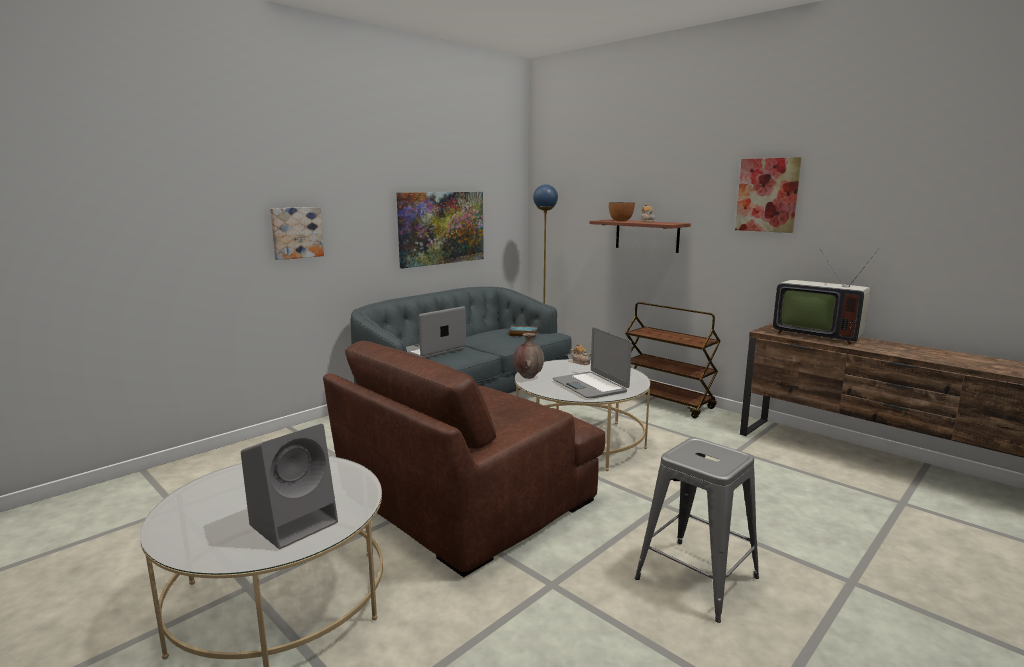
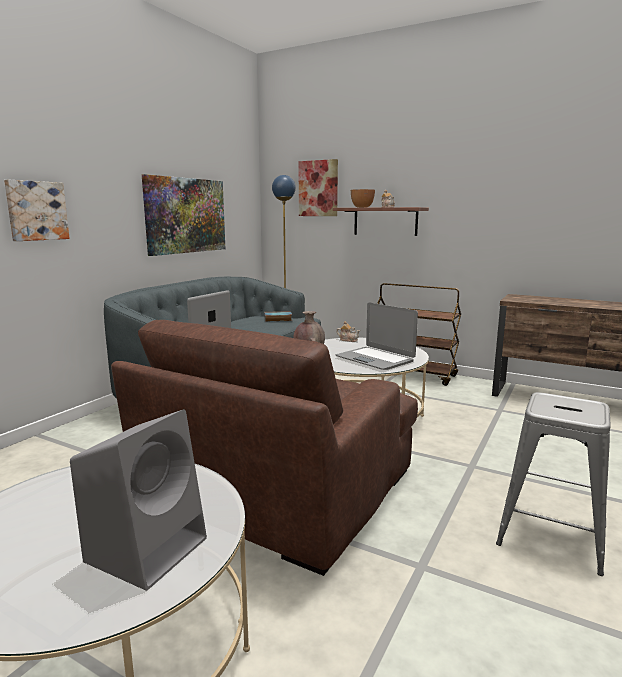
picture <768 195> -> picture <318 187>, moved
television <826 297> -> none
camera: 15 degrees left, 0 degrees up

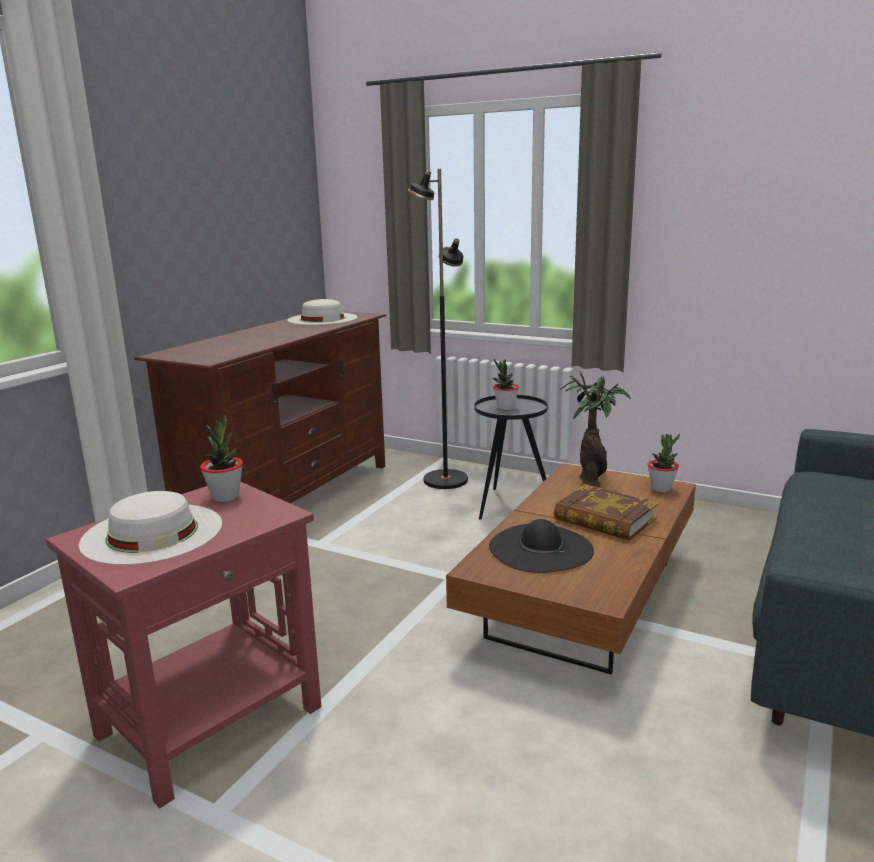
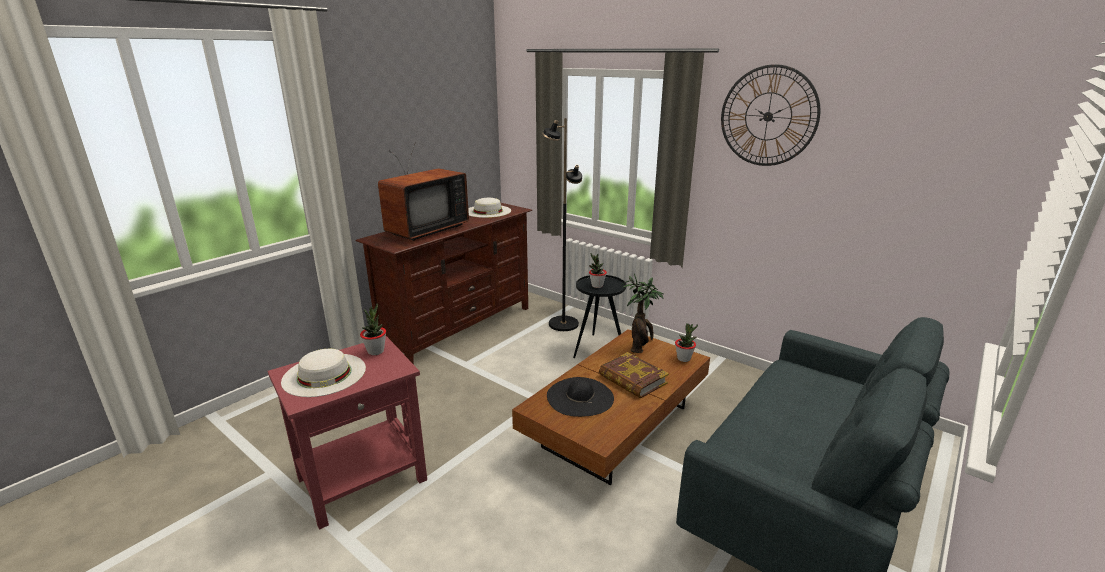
none -> wall clock <770 115>
none -> television <423 191>
camera: 10 degrees right, 5 degrees up

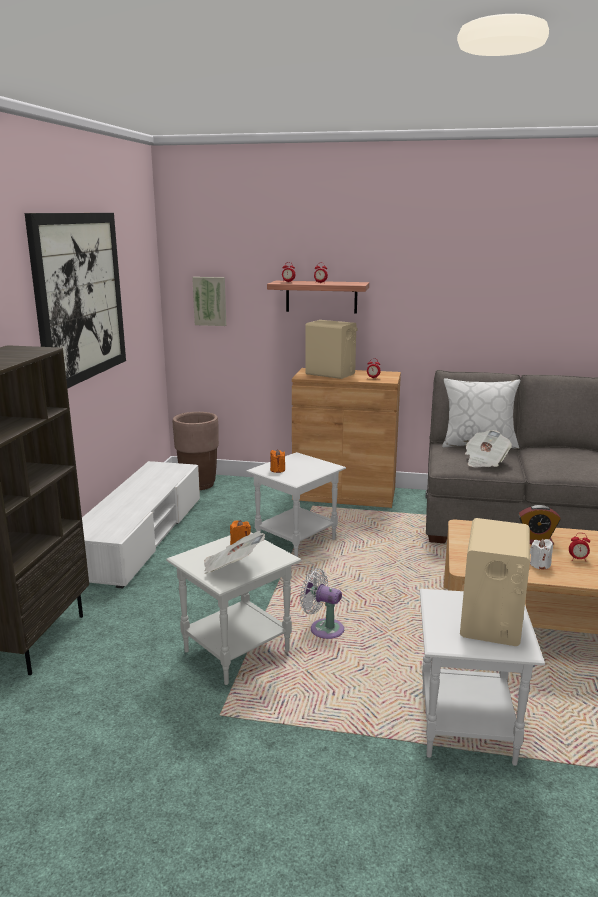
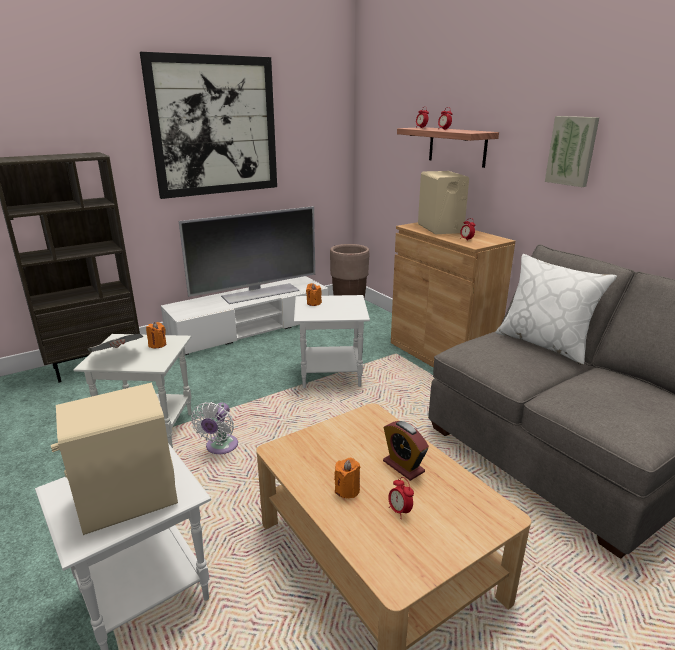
picture <209 301> -> picture <572 151>, moved
newspaper <488 448> -> none
white candle <541 554> -> orange candle <347 478>
white fan <322 604> -> white fan <214 428>, 150 degrees counterclockwise
none -> television <247 255>
camera: 45 degrees right, 5 degrees up

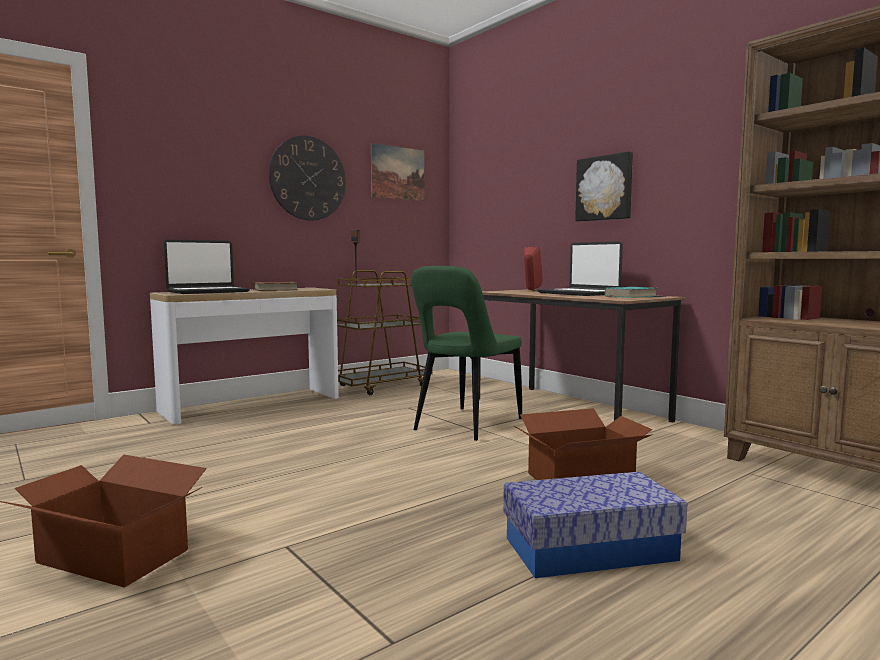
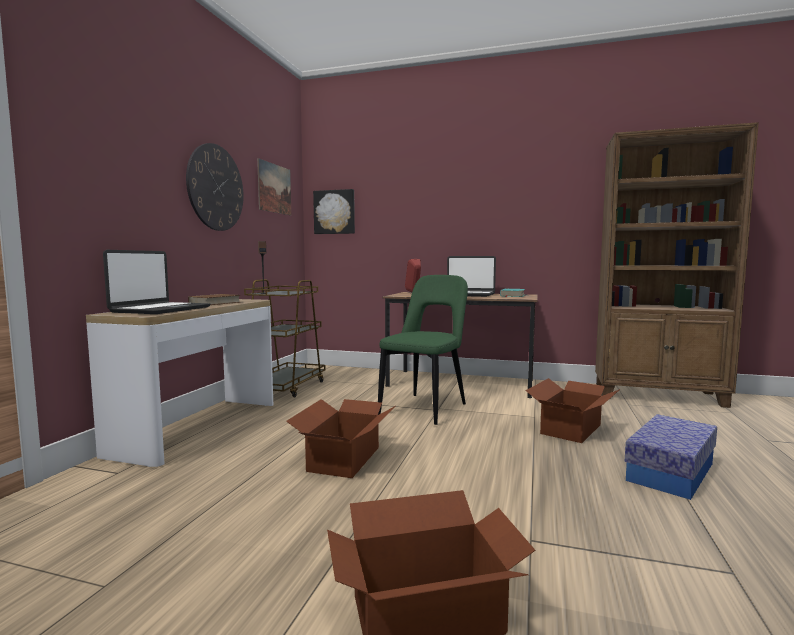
picture <604 186> -> picture <334 211>, moved
green chair <466 353> -> green chair <423 350>, 150 degrees counterclockwise
none -> cardboard box <341 438>
camera: 35 degrees left, 0 degrees up

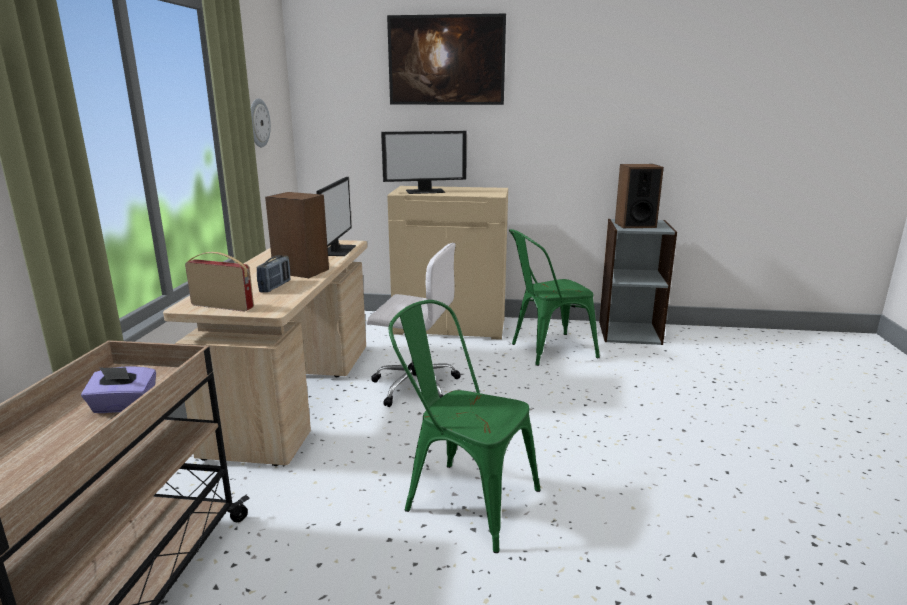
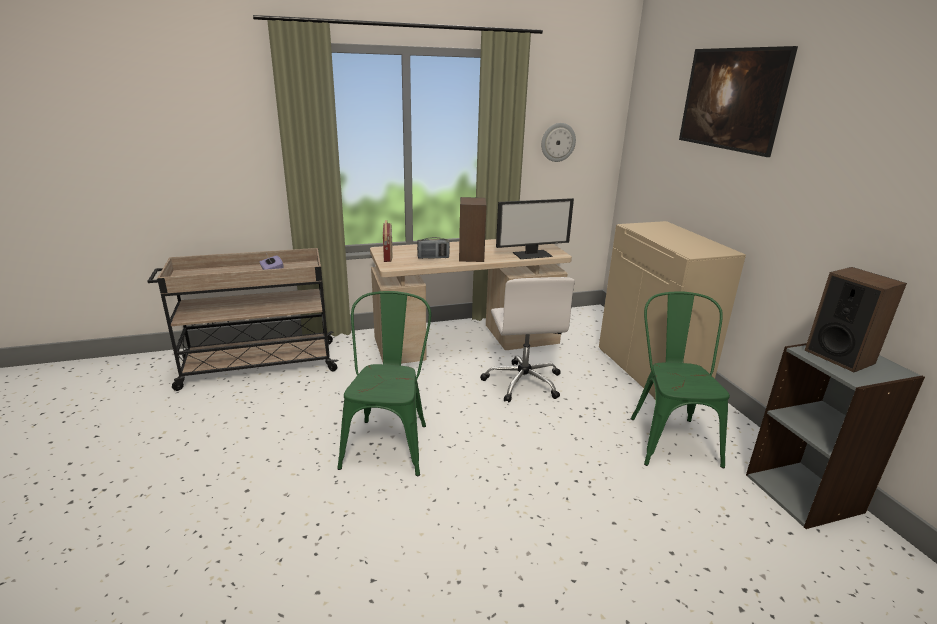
monitor <424 162> -> none
green chair <554 297> -> green chair <680 379>, 45 degrees clockwise
camera: 65 degrees right, 5 degrees up

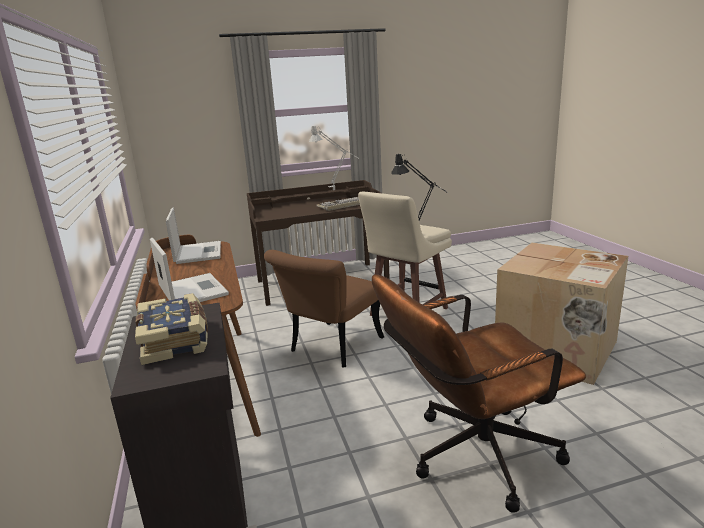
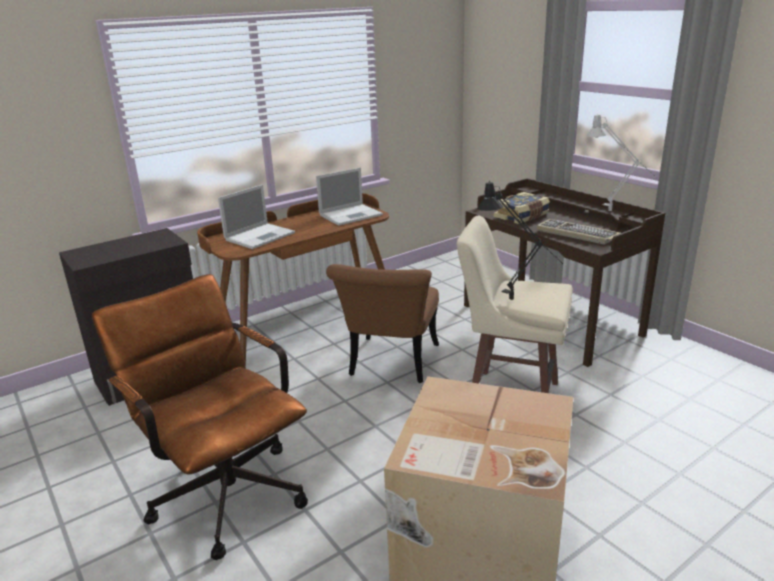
brown chair <324 309> -> brown chair <382 323>, 90 degrees counterclockwise
book <171 329> -> book <522 208>, moved
camera: 70 degrees right, 5 degrees up

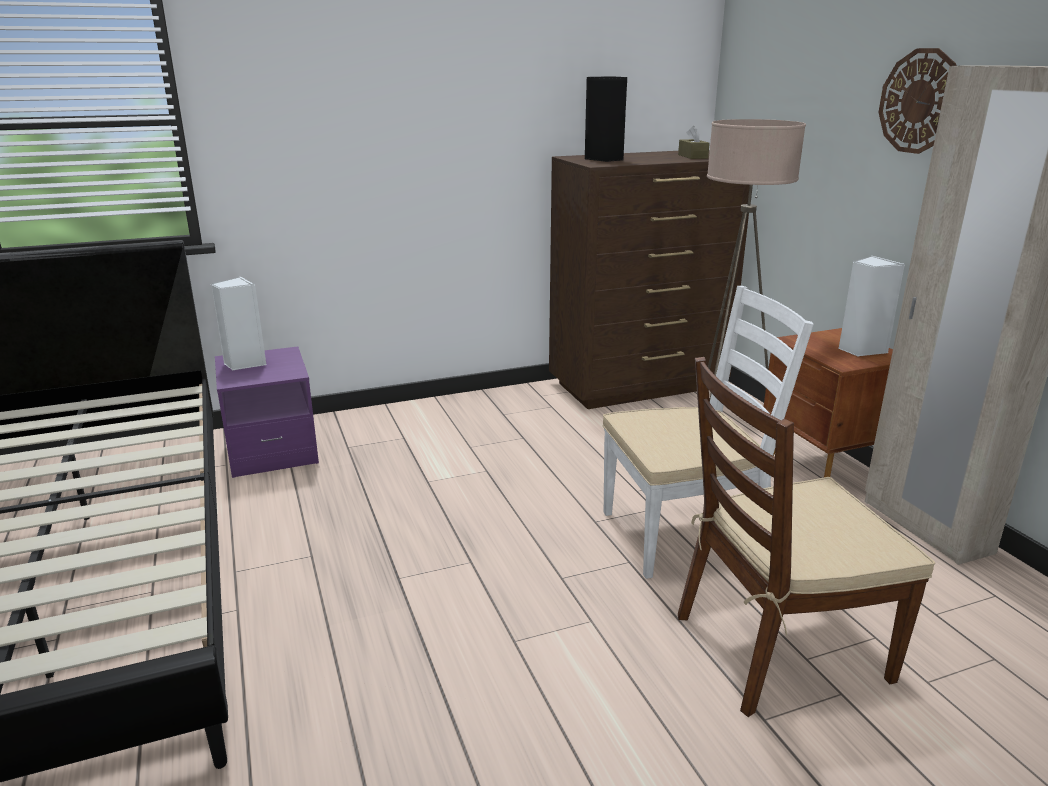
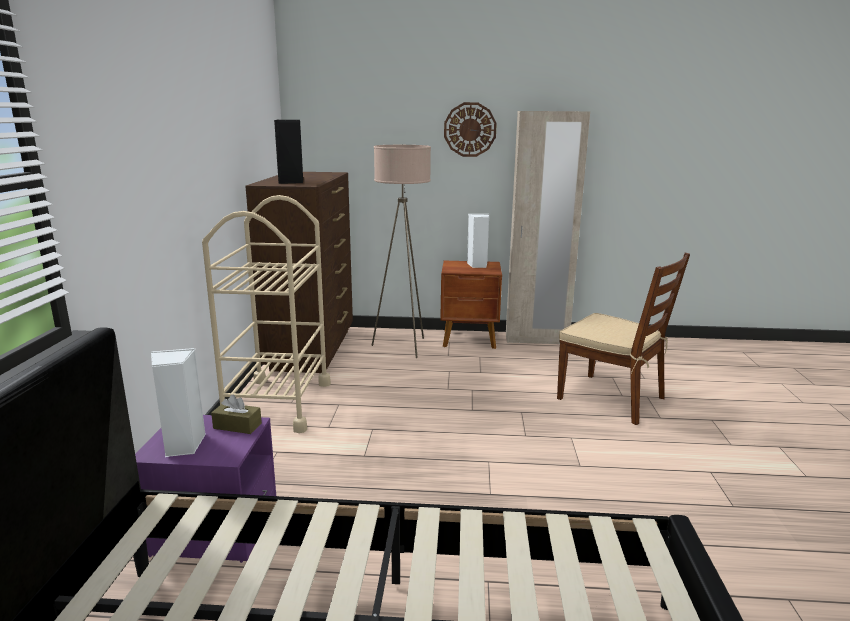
brown tissue box <694 142> -> brown tissue box <236 414>, moved
white chair <708 432> -> none
brown chair <806 537> -> brown chair <623 339>, 60 degrees counterclockwise
none -> beige cart <266 314>
camera: 65 degrees left, 5 degrees down

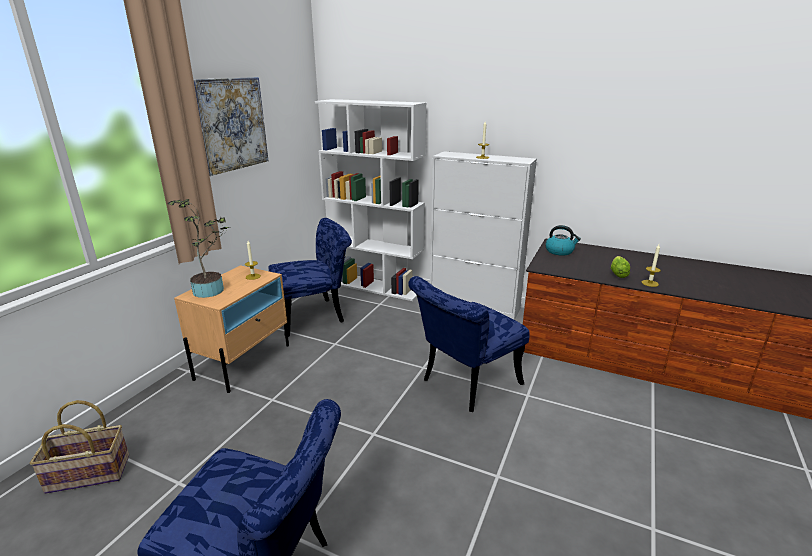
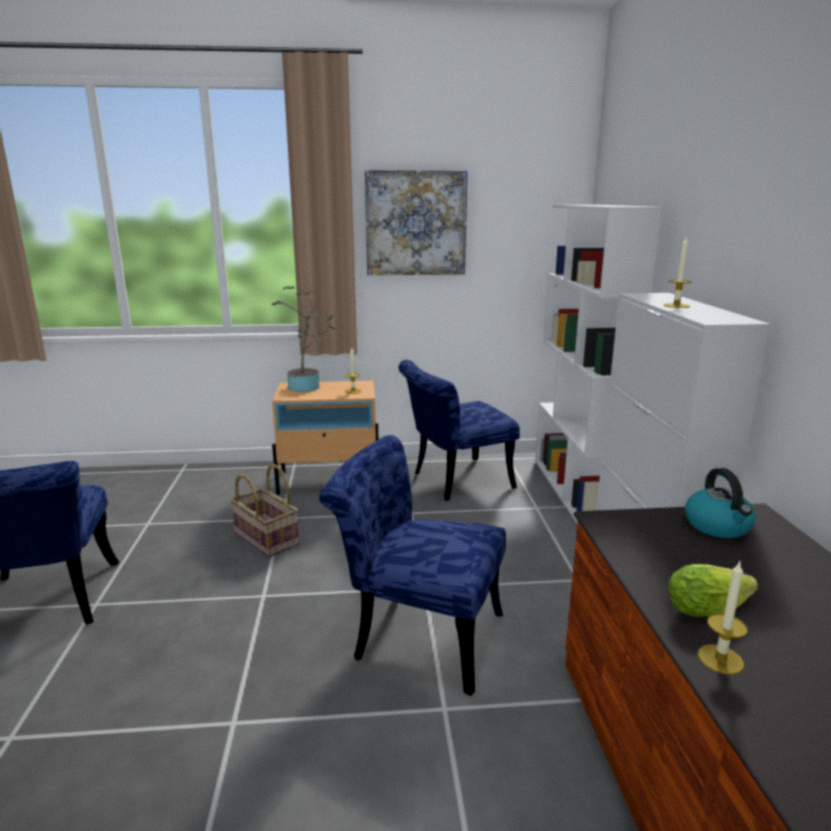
blue chair <310 277> -> blue chair <459 430>, 120 degrees clockwise
basket <79 447> -> basket <264 511>, moved
camera: 60 degrees right, 5 degrees down

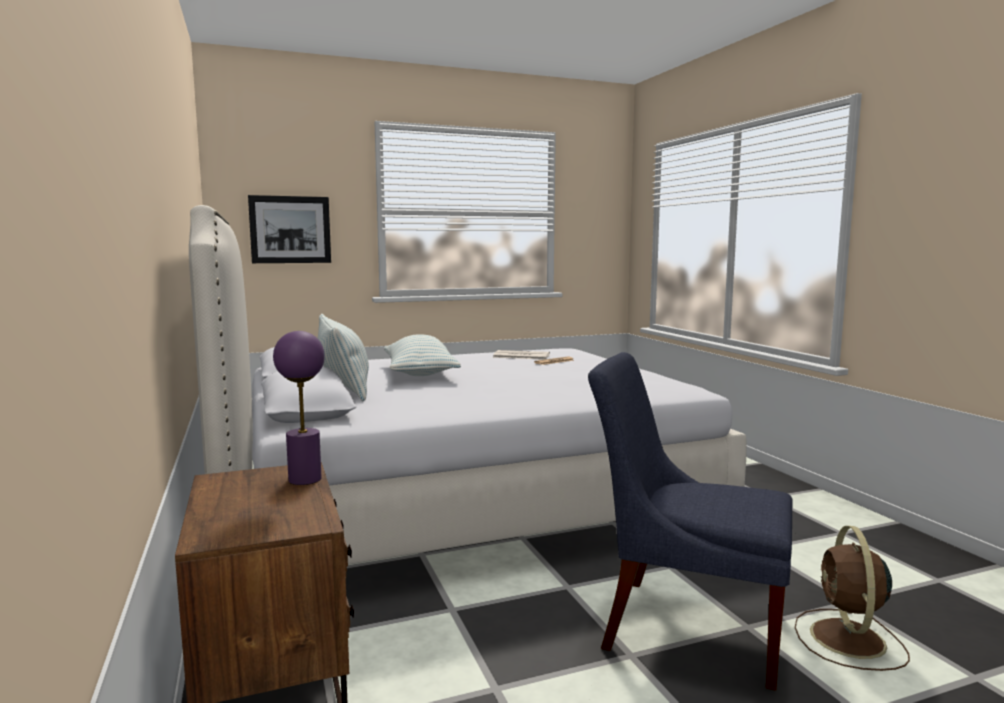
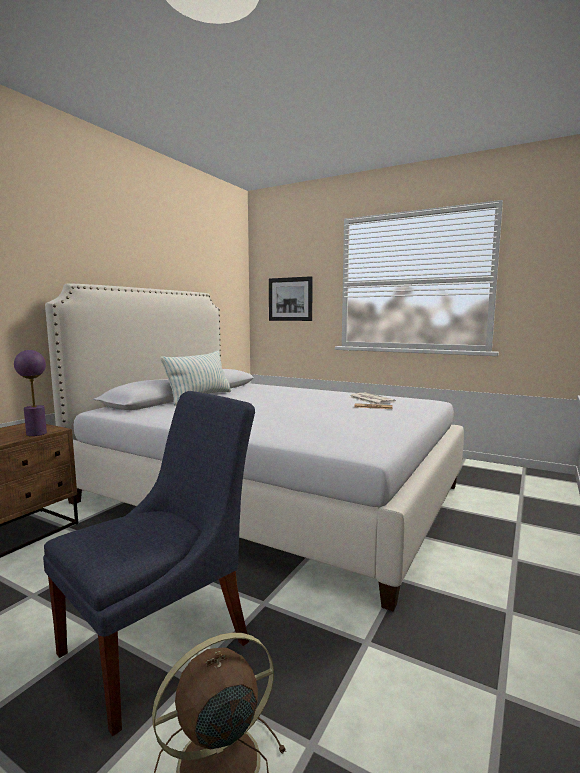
pillow <422 355> -> none
blue chair <690 521> -> blue chair <149 563>, 60 degrees clockwise
camera: 50 degrees right, 0 degrees up

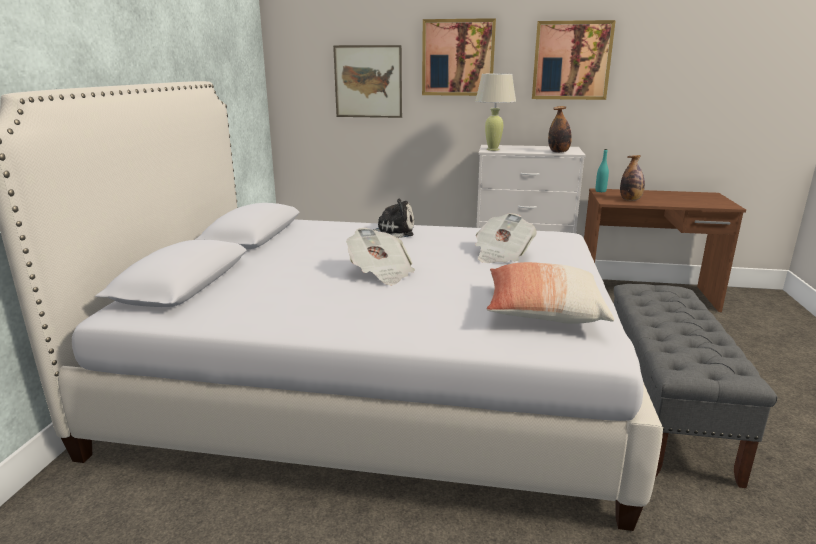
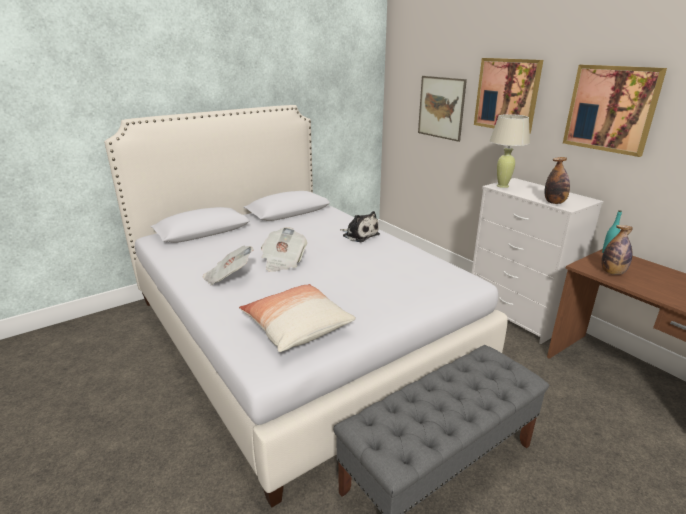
newspaper <506 238> -> newspaper <227 265>, moved
camera: 45 degrees right, 5 degrees up

